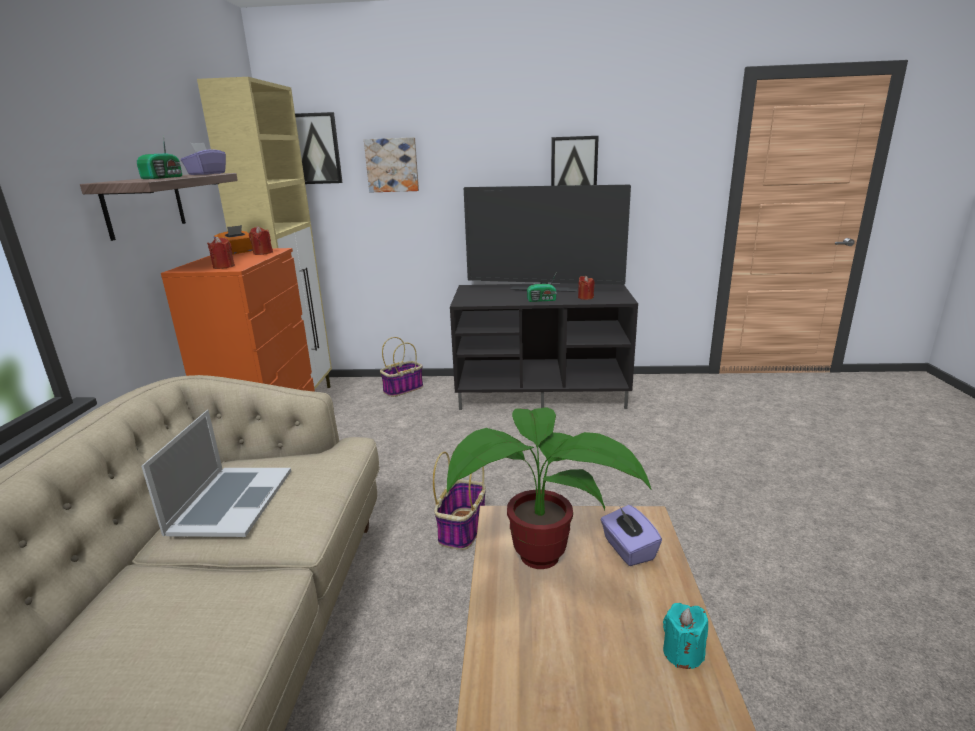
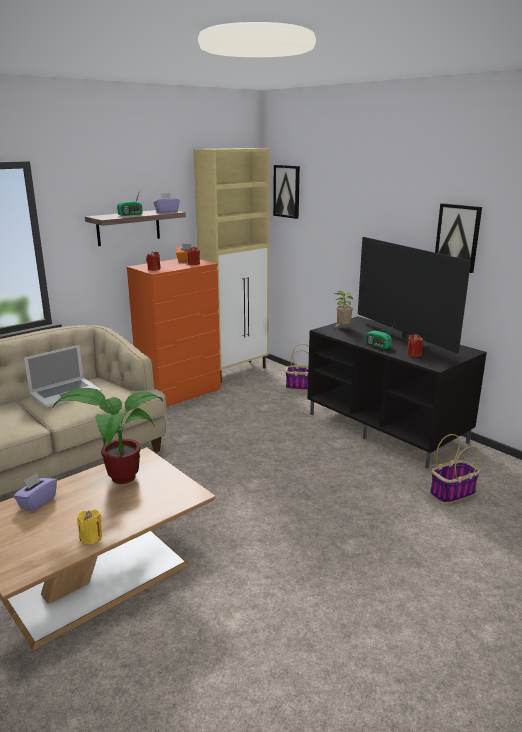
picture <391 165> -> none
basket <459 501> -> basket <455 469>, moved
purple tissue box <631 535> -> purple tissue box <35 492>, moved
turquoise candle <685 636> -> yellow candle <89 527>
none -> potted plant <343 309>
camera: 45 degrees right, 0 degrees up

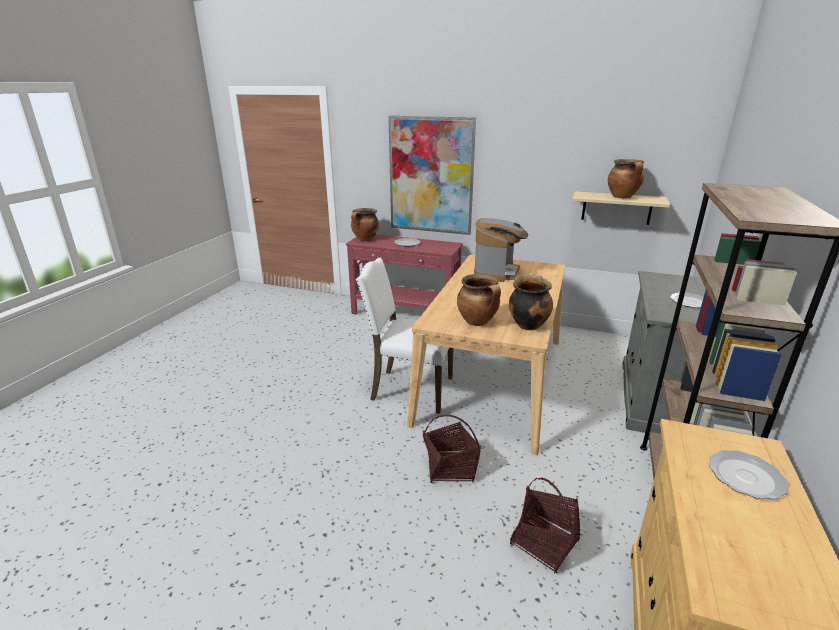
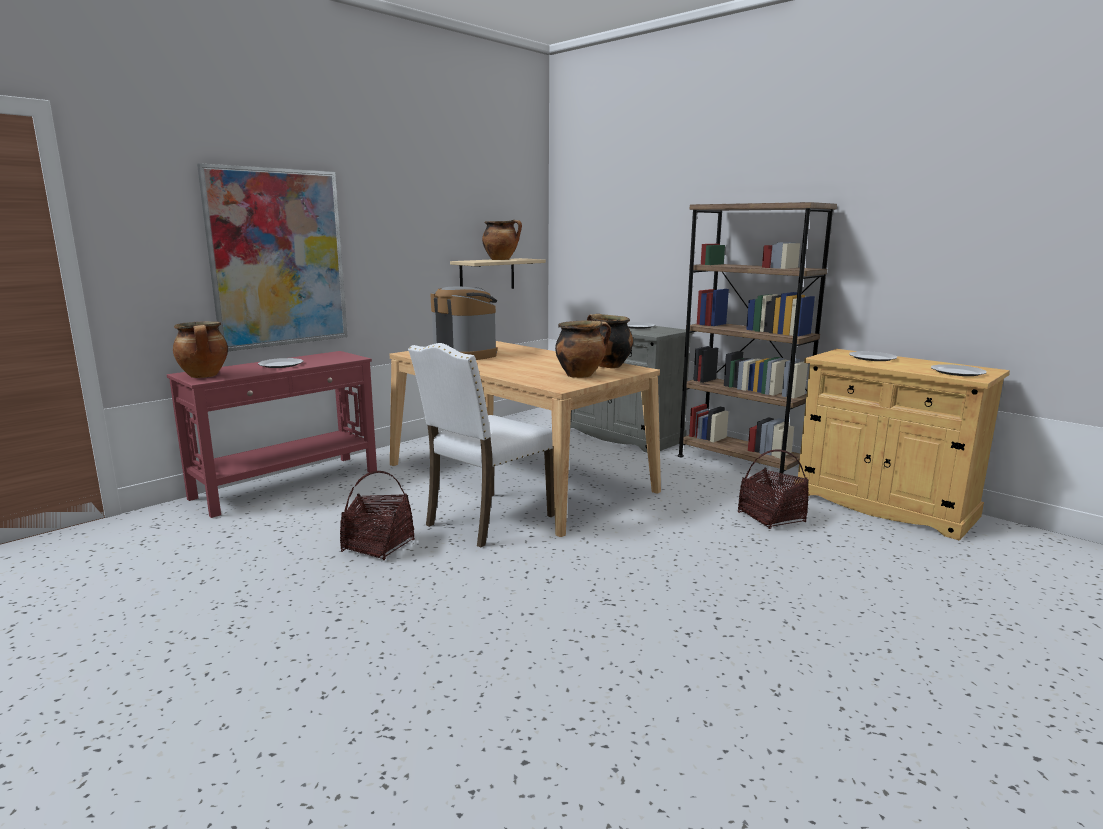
basket <451 448> -> basket <377 515>, moved
none -> plate <959 370>
camera: 65 degrees left, 10 degrees down

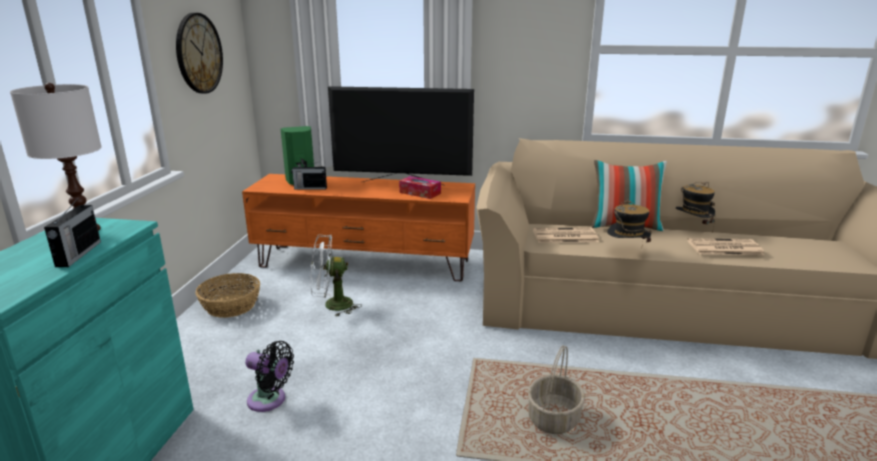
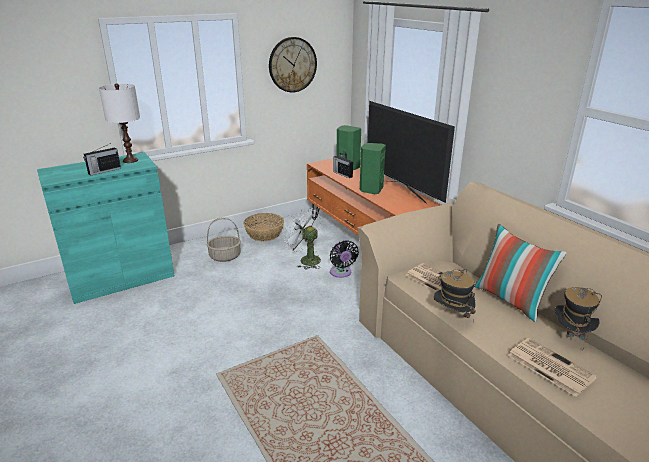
tissue box <420 187> -> none
black fan <269 376> -> black fan <344 259>, moved
basket <556 389> -> basket <224 240>, moved
none -> green speaker <373 168>
camera: 50 degrees right, 5 degrees up

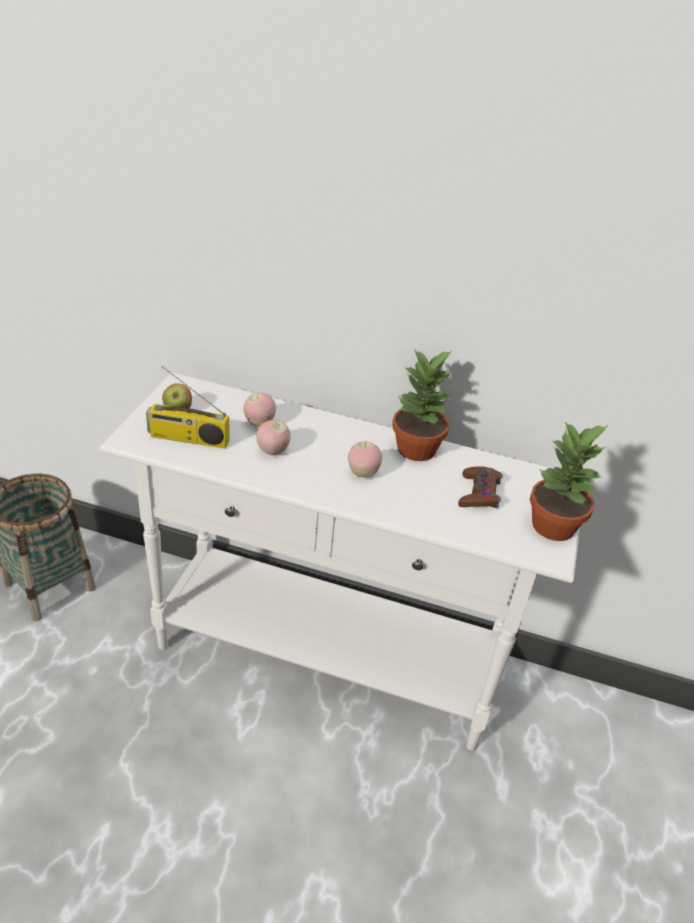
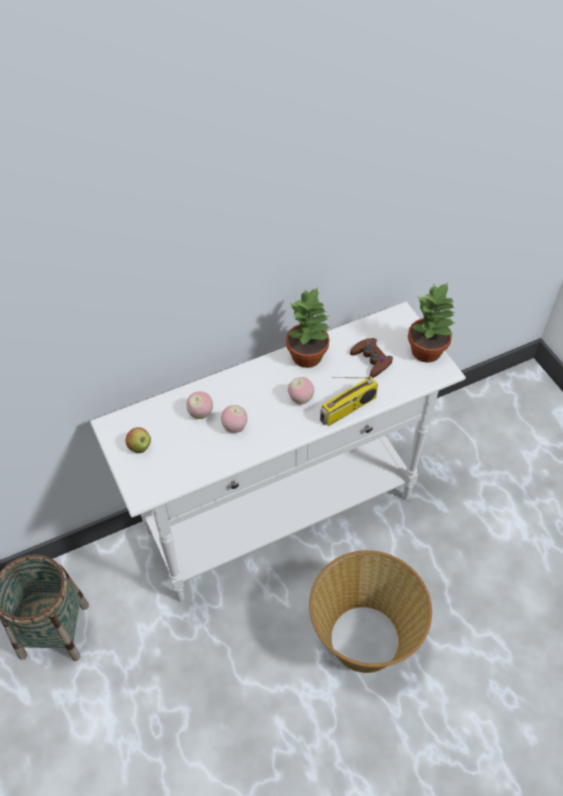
radio <188 407> -> radio <349 401>, moved
none -> basket <370 611>
camera: 40 degrees left, 15 degrees up

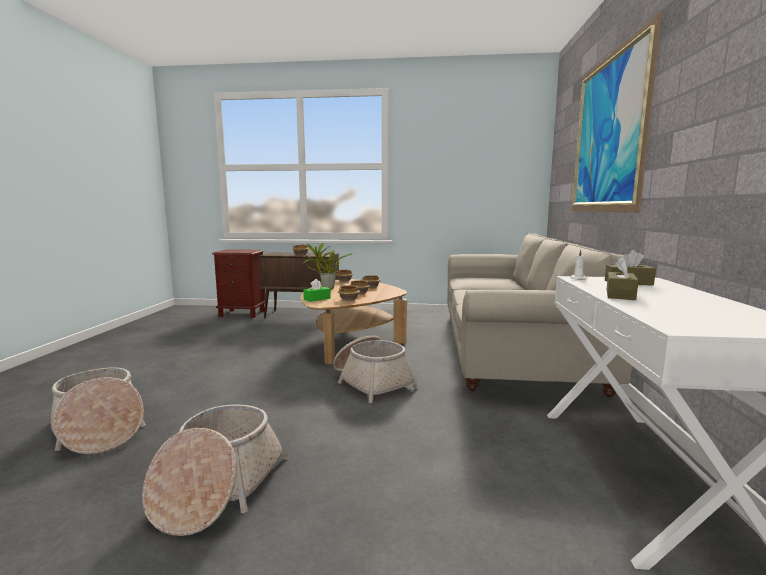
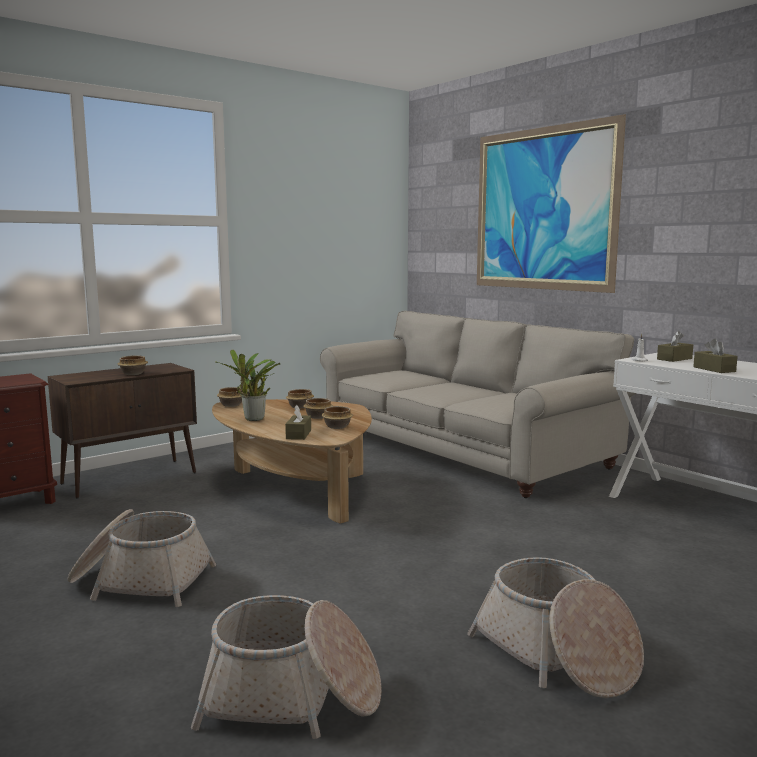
green tissue box <317 290> -> brown tissue box <298 422>
basket <376 369> -> basket <141 558>, moved
camera: 45 degrees left, 0 degrees up

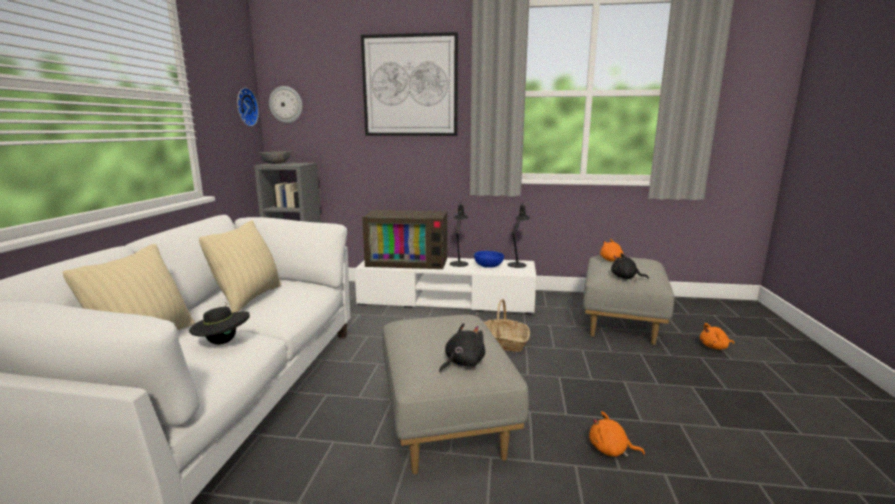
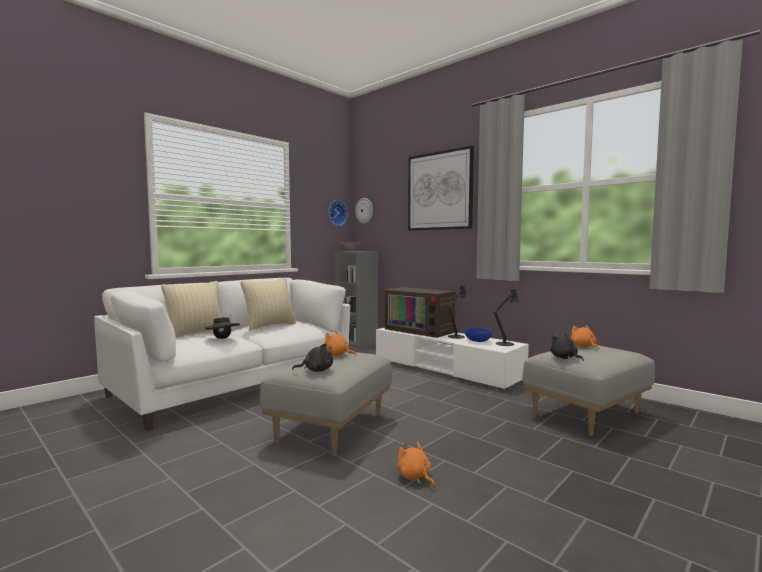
basket <507 325> -> none
orange plush toy <717 336> -> orange plush toy <340 344>, moved
camera: 35 degrees right, 10 degrees down

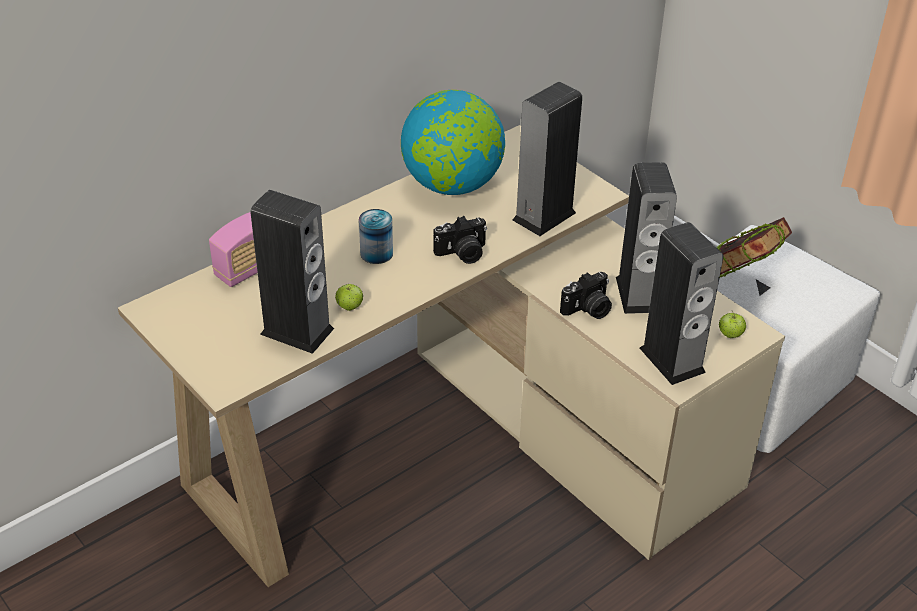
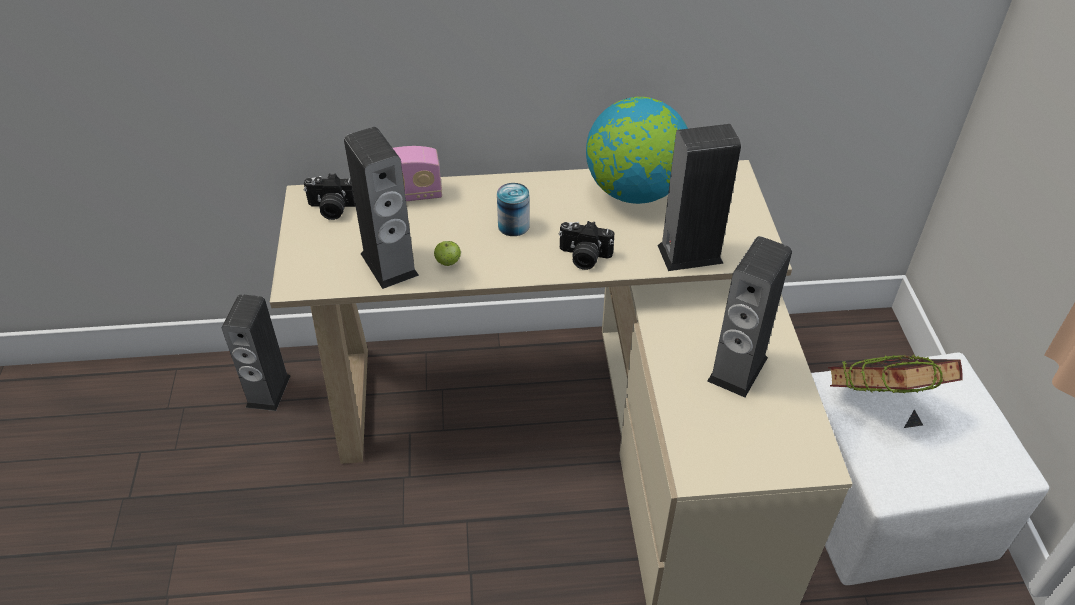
speaker <682 303> -> speaker <256 352>, moved
photo camera <586 295> -> photo camera <329 196>, moved
apple <732 324> -> none
camera: 35 degrees right, 5 degrees up

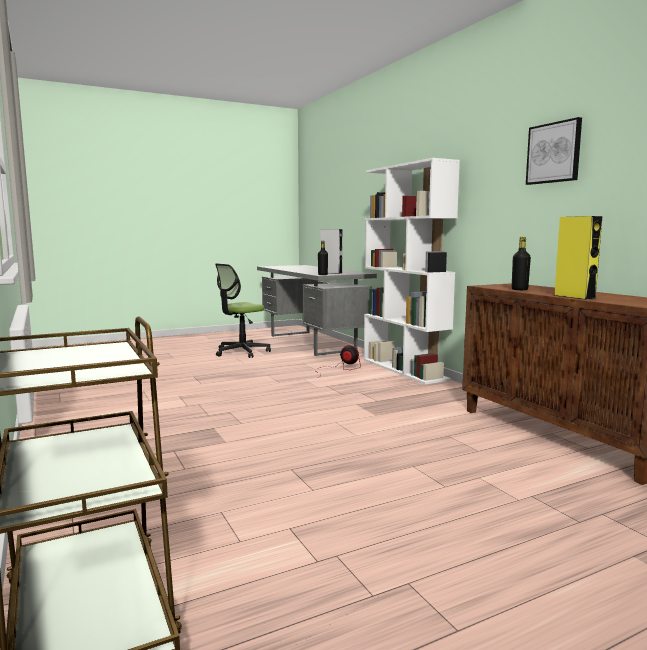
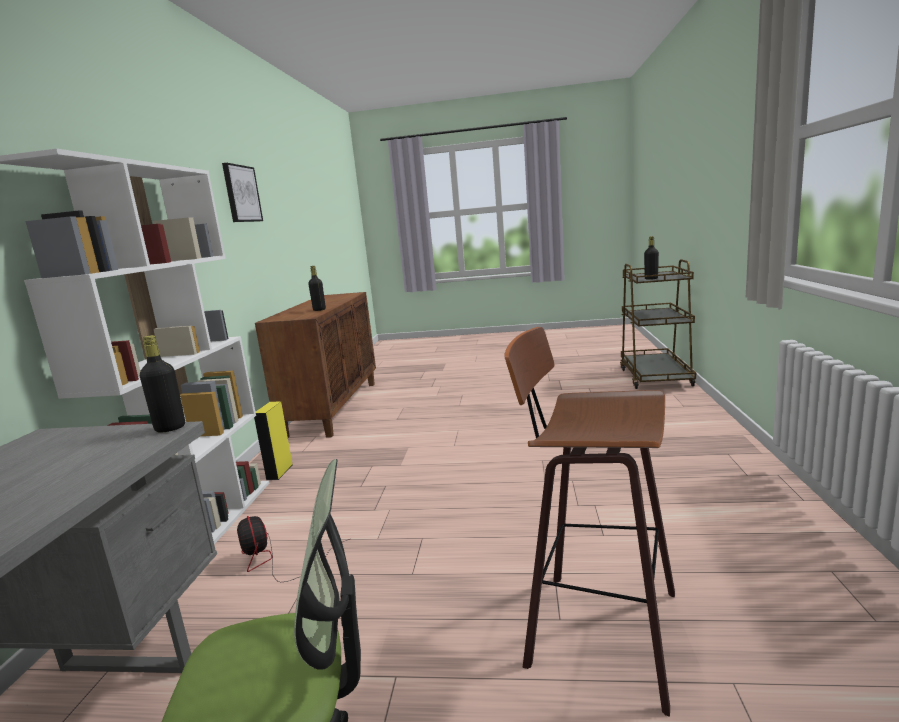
yellow speaker <578 258> -> yellow speaker <273 440>, moved
grey speaker <331 251> -> none
none -> black bottle <651 258>
none -> stool <589 522>
camera: 145 degrees left, 5 degrees up

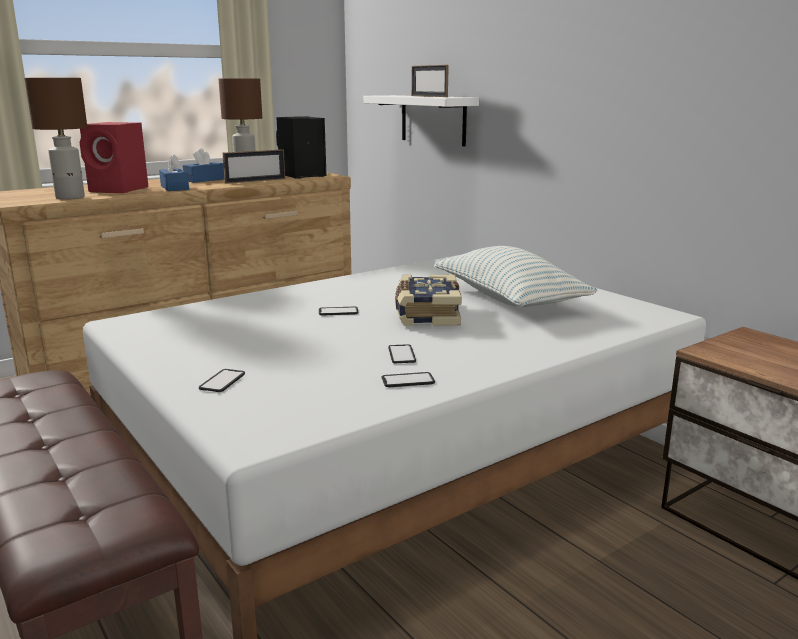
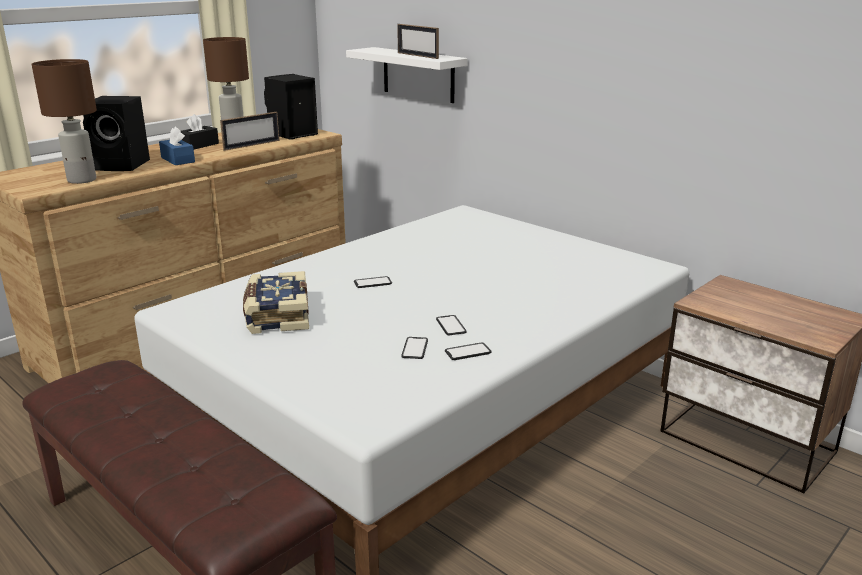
red speaker <114 157> -> black speaker <116 133>
blue tissue box <203 165> -> black tissue box <200 131>
pillow <515 276> -> none
book <428 300> -> book <276 302>, moved
phone <222 380> -> phone <414 348>, moved
camera: 10 degrees left, 5 degrees up

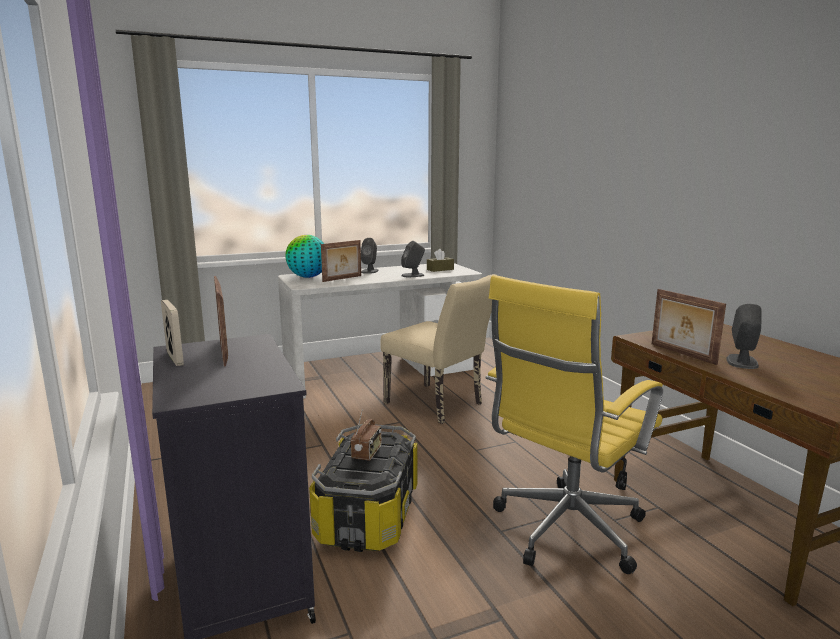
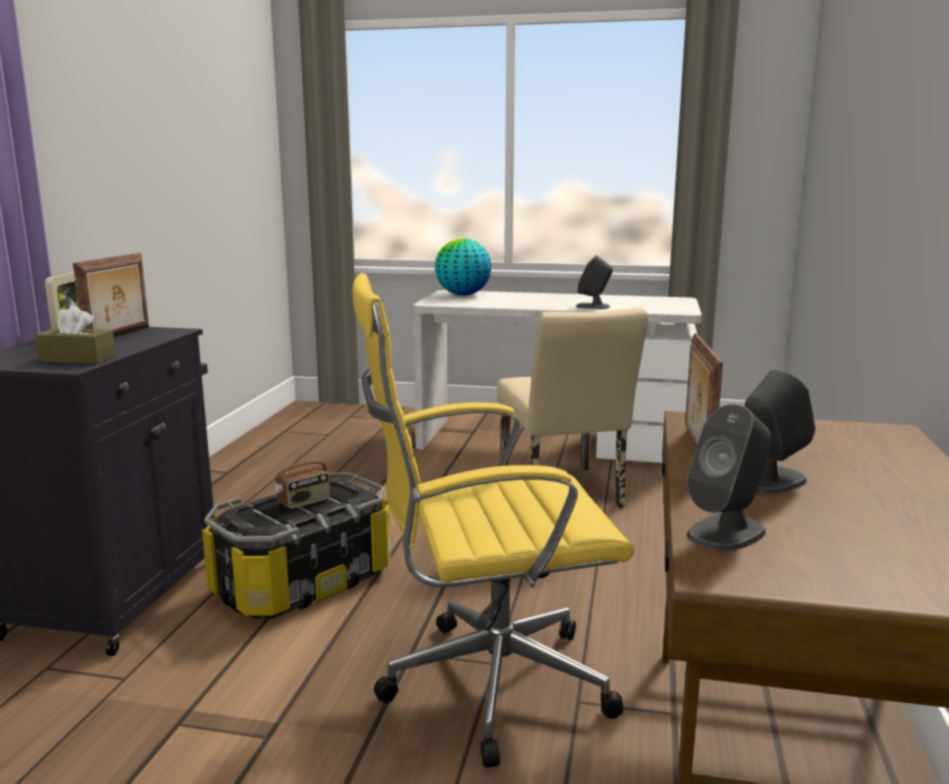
grey speaker <370 256> -> grey speaker <728 477>, moved
picture frame <341 261> -> none
brown tissue box <440 260> -> brown tissue box <74 334>, moved
camera: 35 degrees right, 0 degrees up

